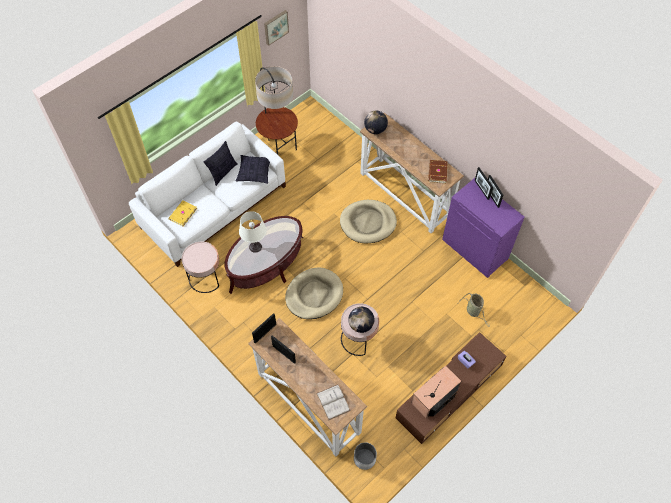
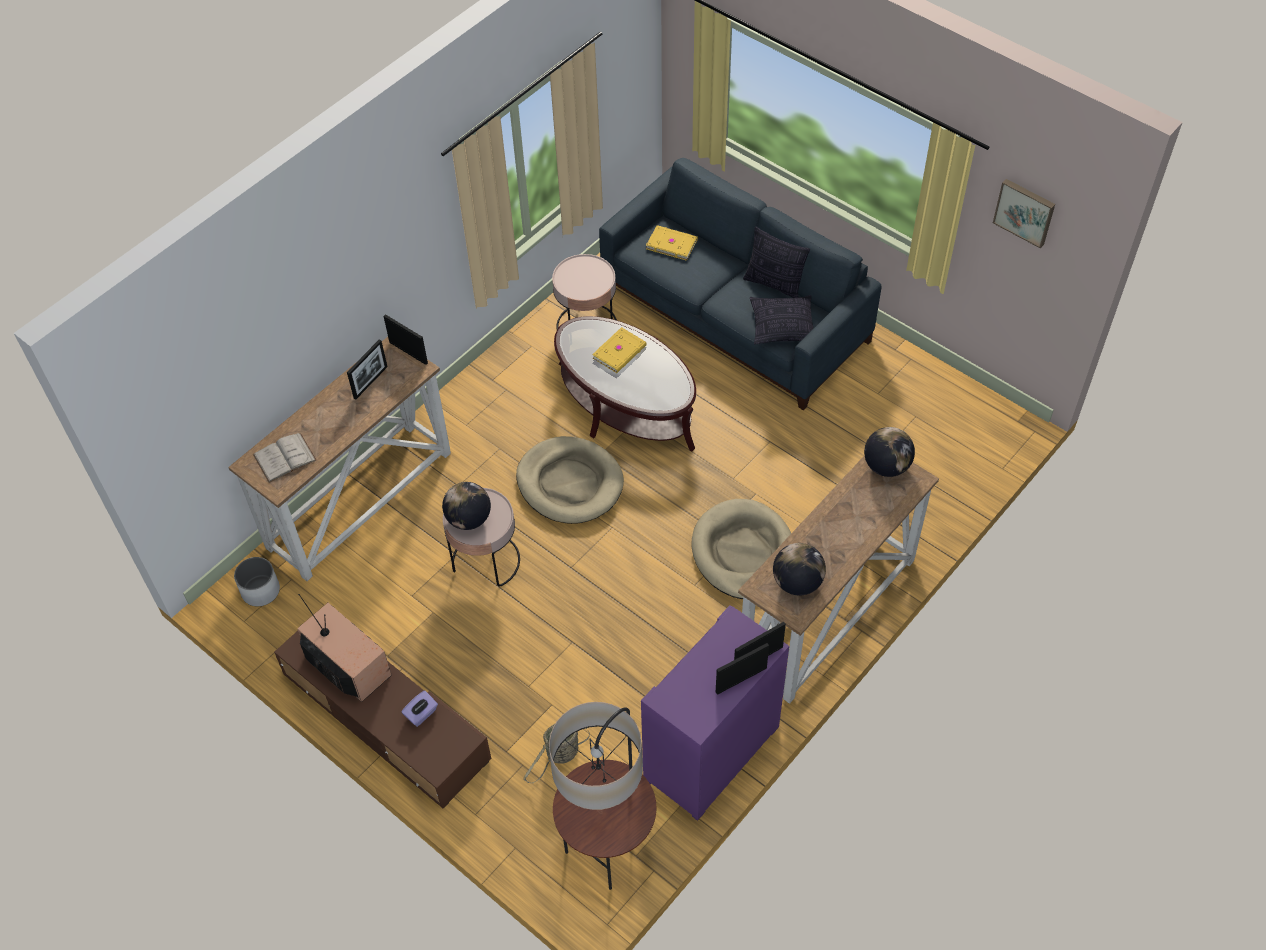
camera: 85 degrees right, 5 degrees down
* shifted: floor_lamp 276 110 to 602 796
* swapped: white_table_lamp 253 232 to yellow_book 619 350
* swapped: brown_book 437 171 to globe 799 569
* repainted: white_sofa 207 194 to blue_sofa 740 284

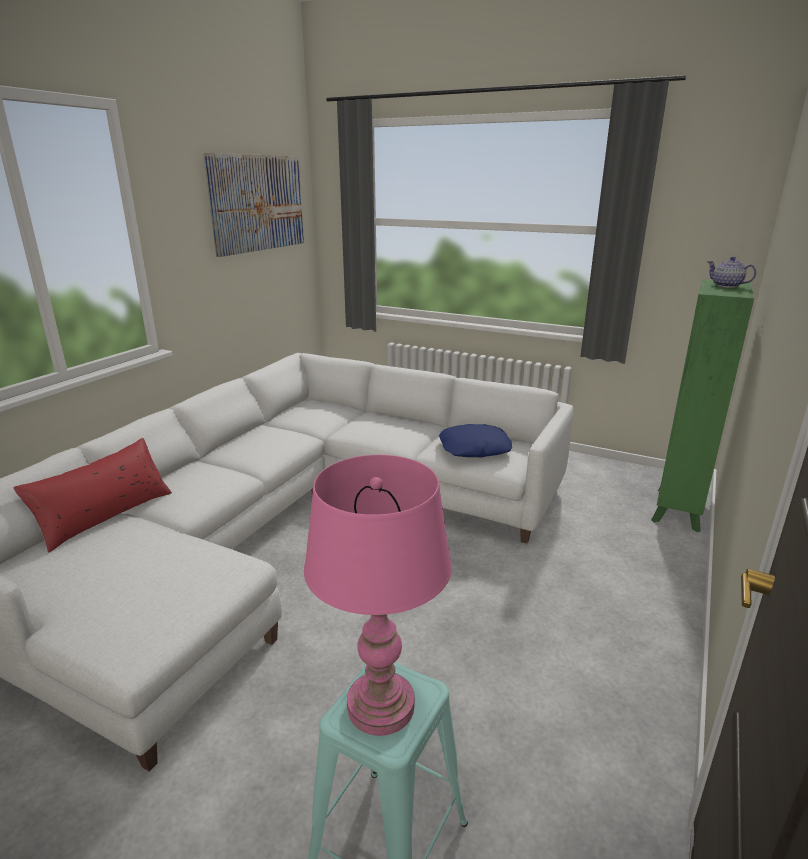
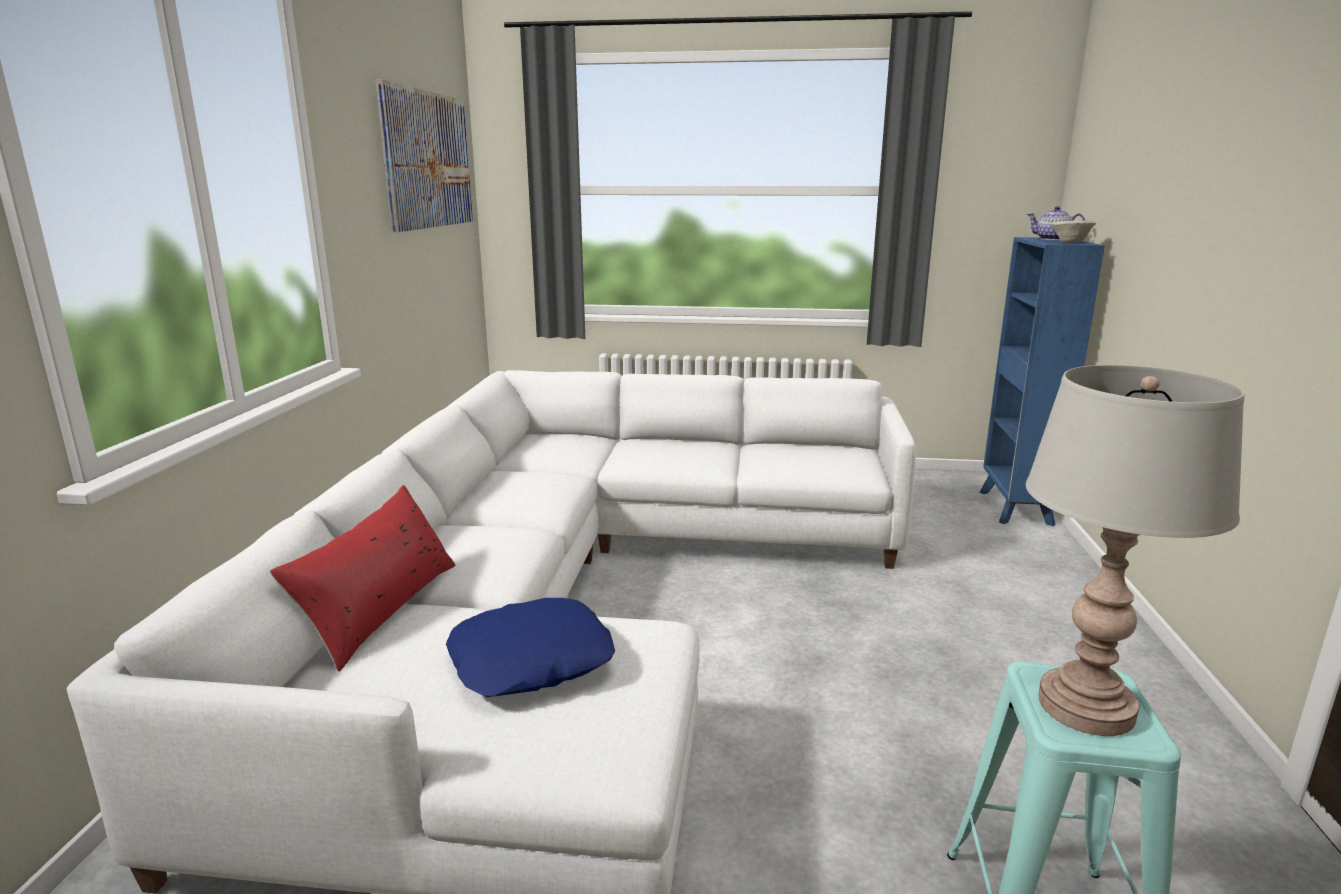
camera: 20 degrees left, 5 degrees down
* new: beige_bowl 1073 232
* shifted: blue_pillow 475 440 to 530 647
* repainted: pink_table_lamp 378 595 to grey_table_lamp 1135 550
* repainted: green_bookcase 702 405 to blue_bookcase 1042 381

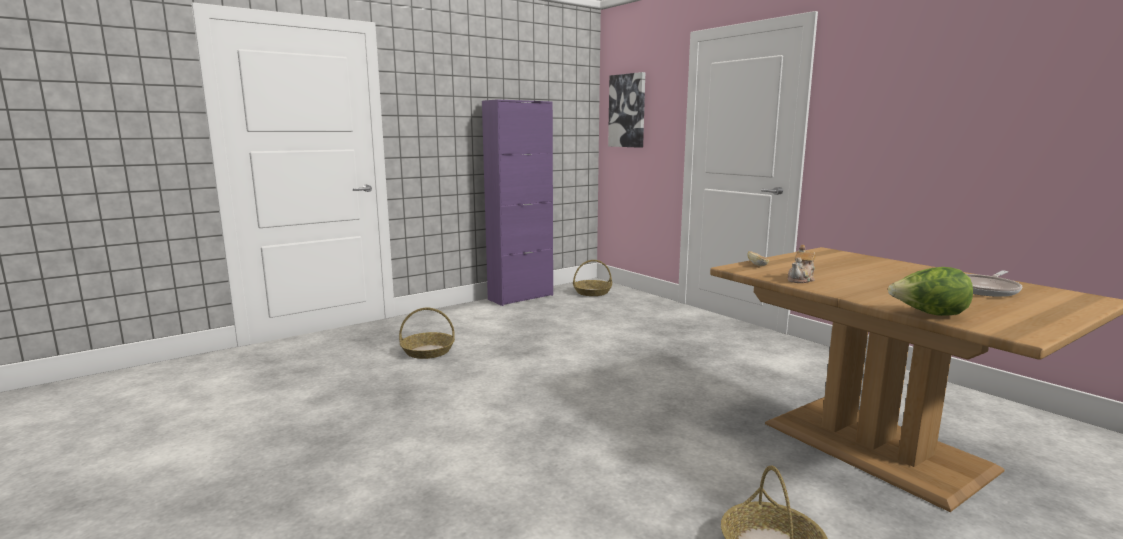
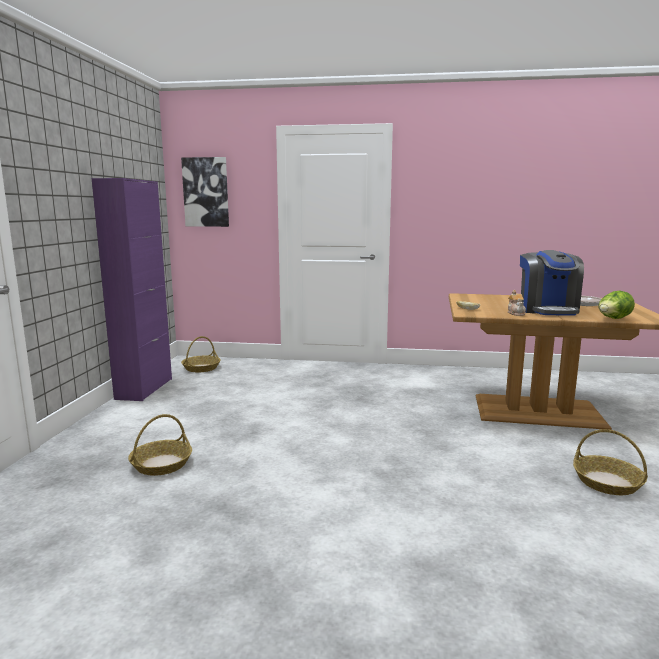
camera: 45 degrees left, 0 degrees up
* new: coffee_machine 552 282

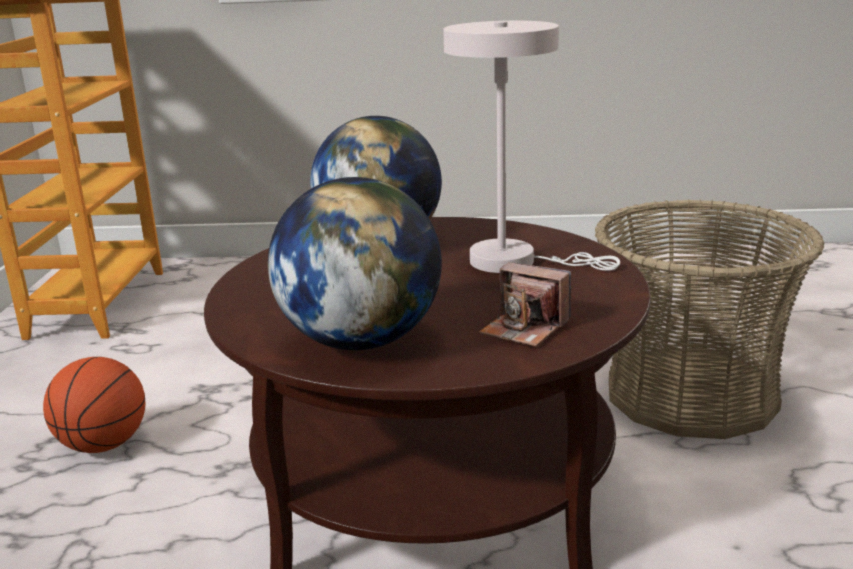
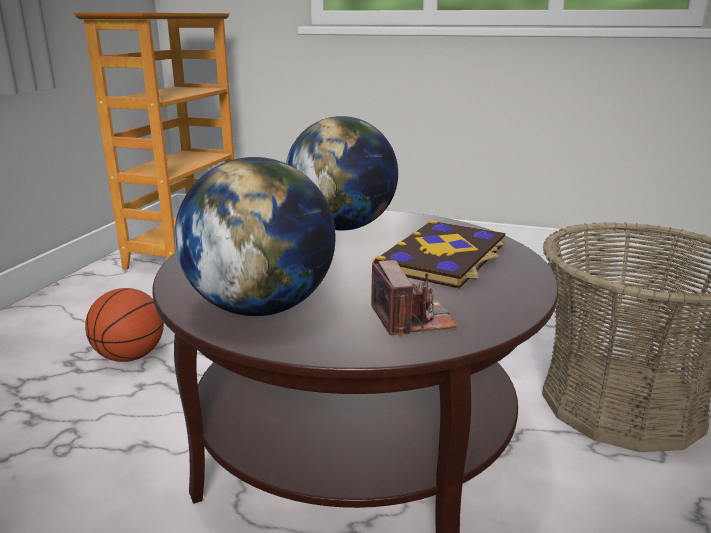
camera: 15 degrees right, 0 degrees up
* swapped: white_table_lamp 531 147 to book 439 254
* rotated: photo_camera 525 304 = 414 298 150 degrees counterclockwise

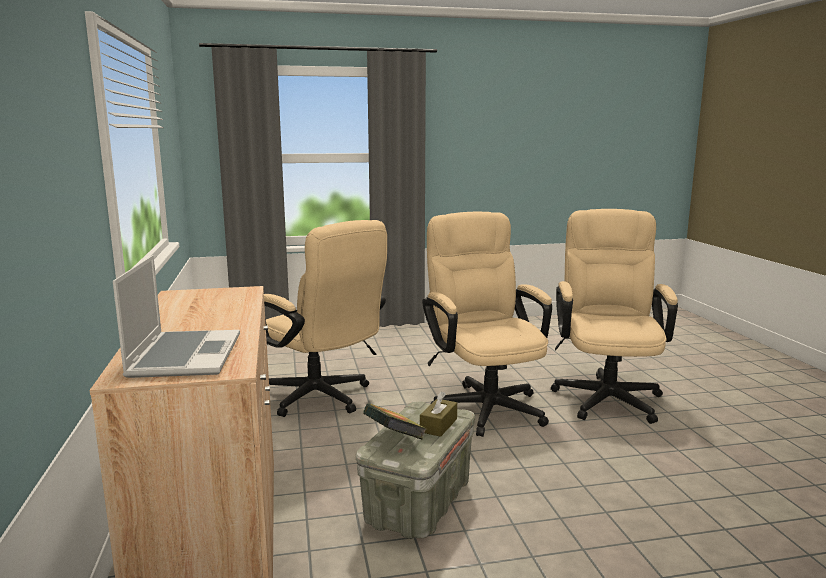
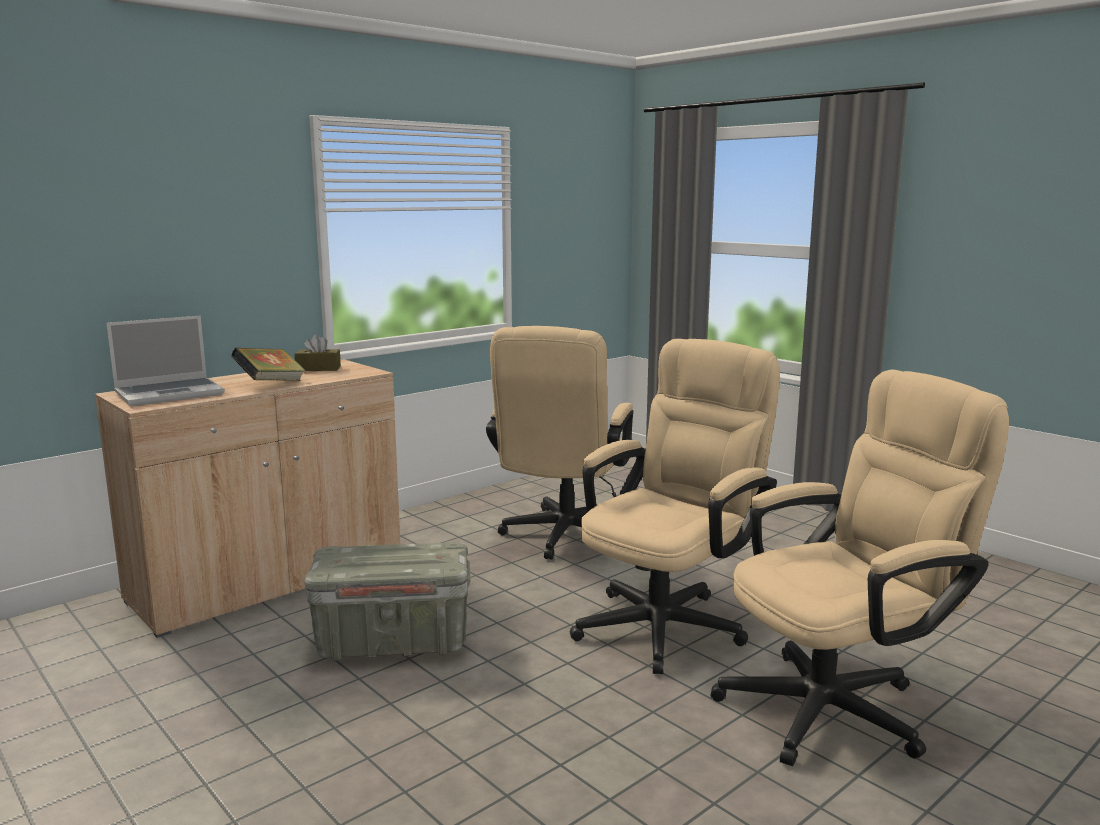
camera: 60 degrees right, 0 degrees up
* shifted: book 394 421 to 268 364
* shifted: brown_tissue_box 438 414 to 318 352

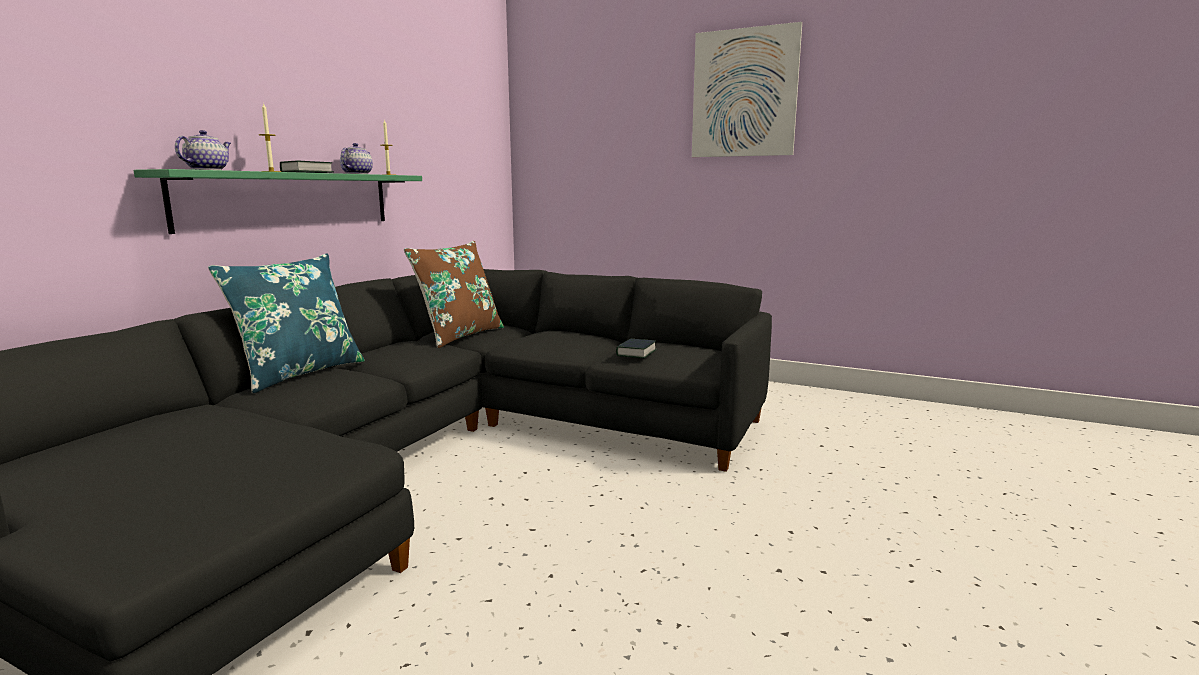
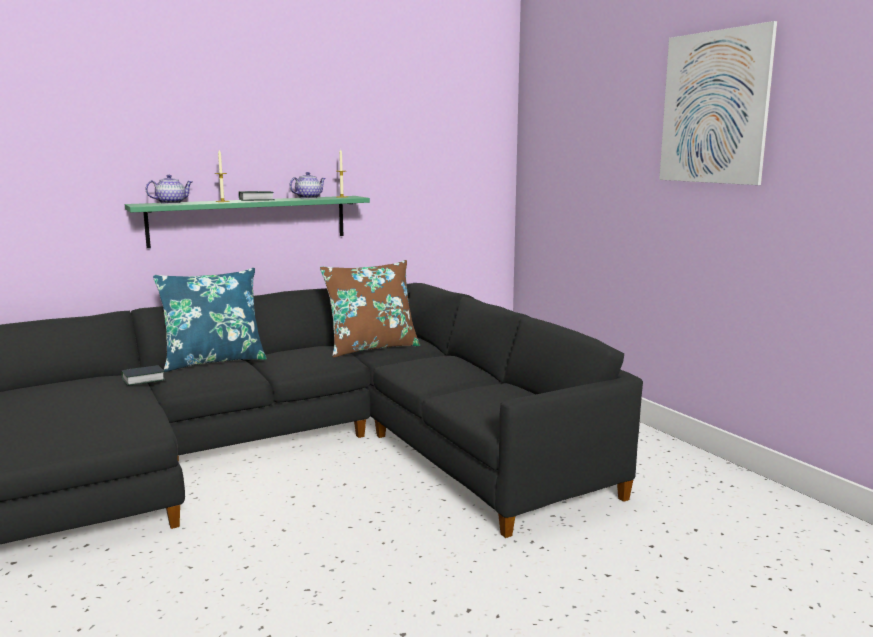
camera: 35 degrees right, 0 degrees up
* shifted: book 636 348 to 143 375

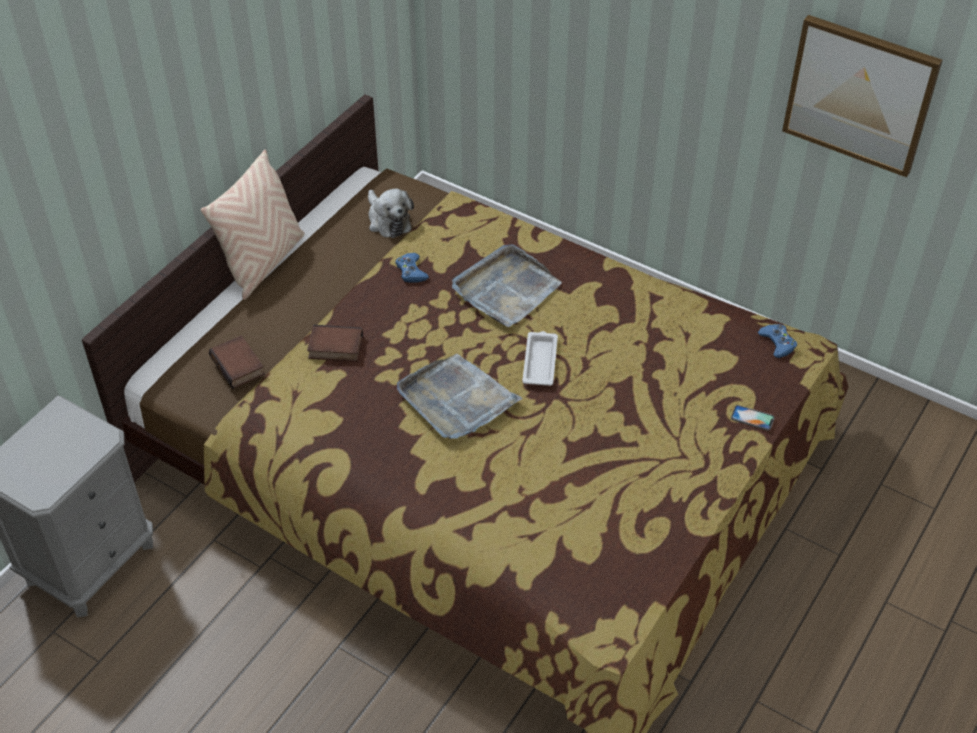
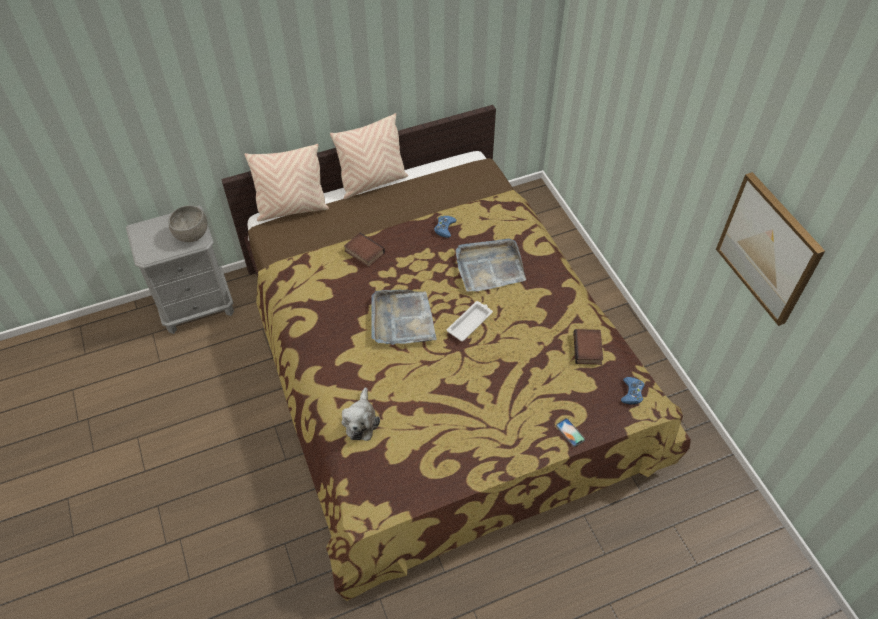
camera: 35 degrees right, 5 degrees up
* new: grey_bowl 188 223
* new: beige_pillow 286 182
* shifted: book 237 362 to 588 347
* shifted: plush_toy 391 213 to 361 414

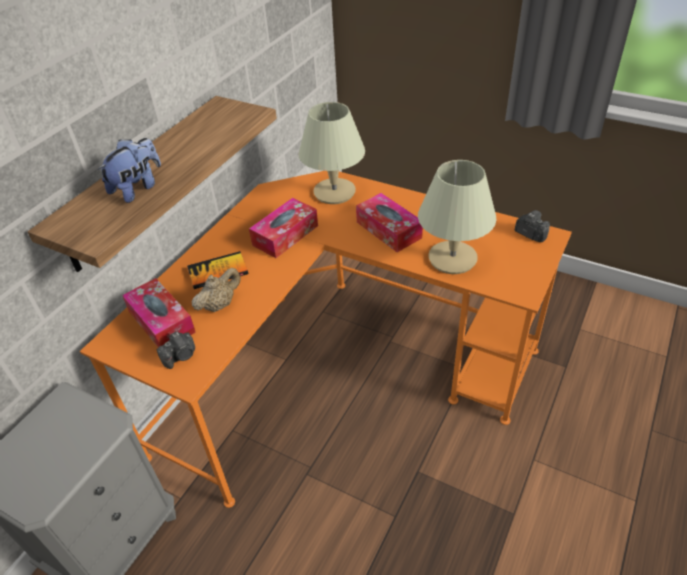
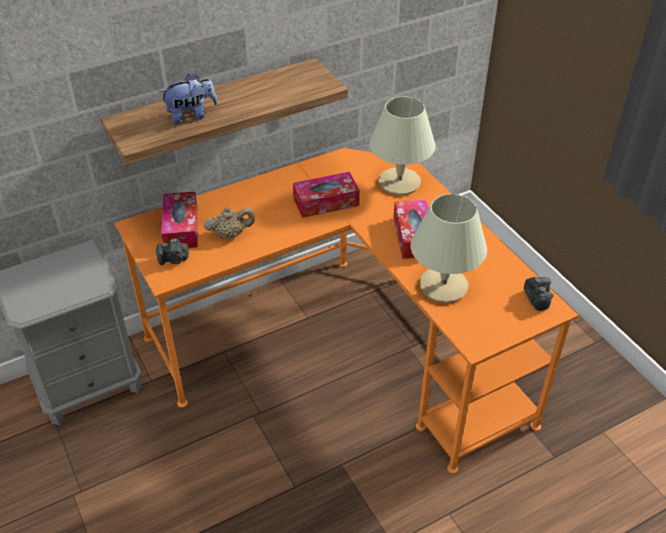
camera: 30 degrees right, 0 degrees up
* gone: book 217 270

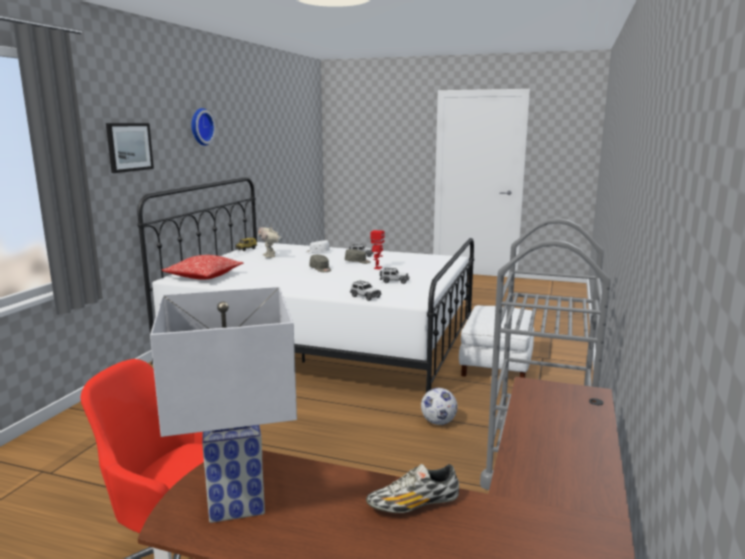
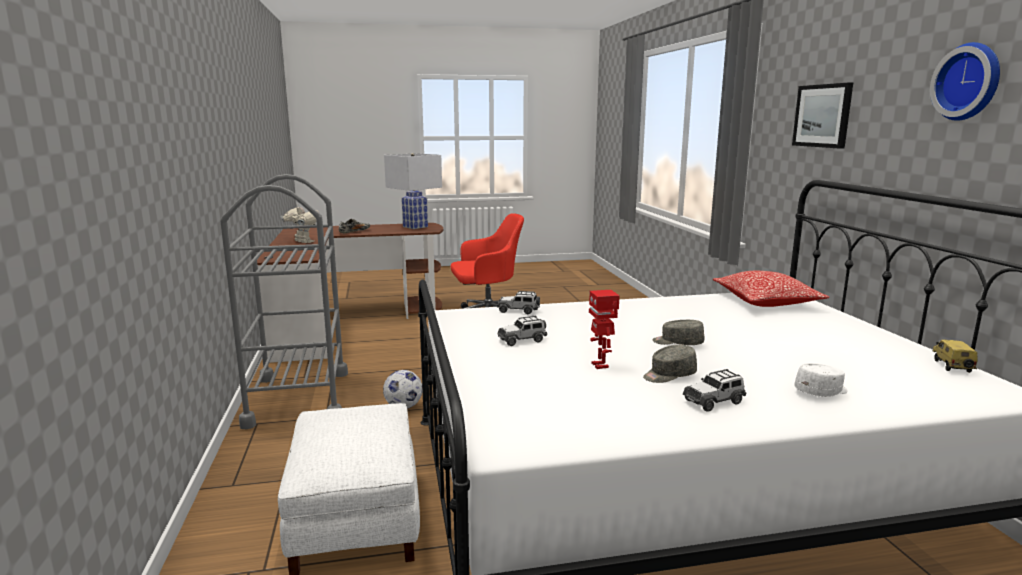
camera: 150 degrees right, 0 degrees up
* shifted: toy_robot 270 241 to 299 223

